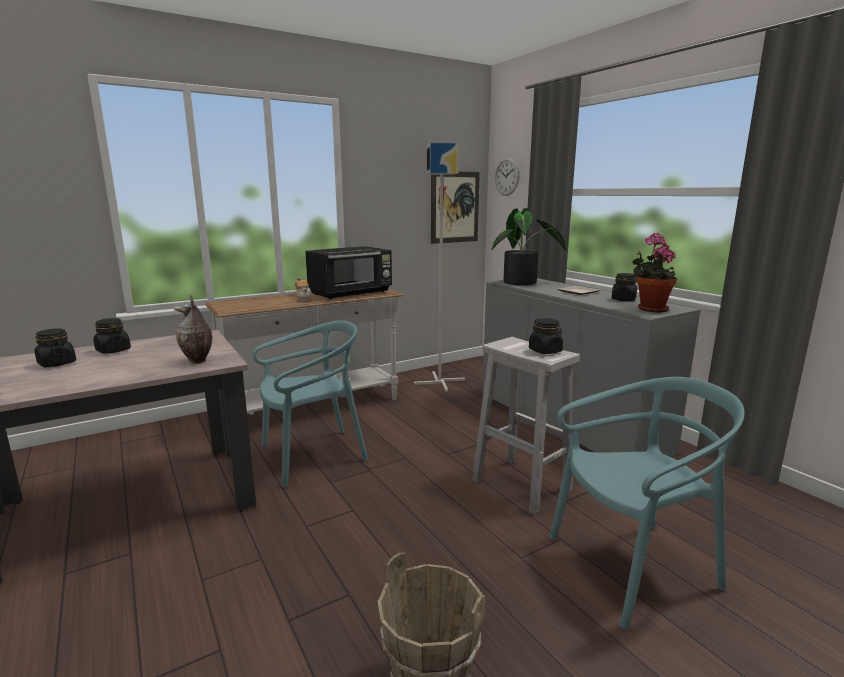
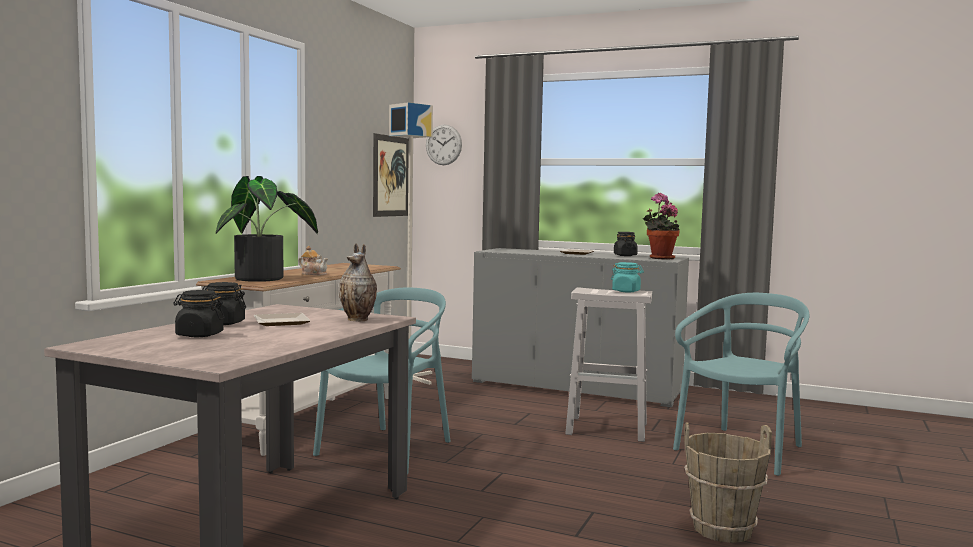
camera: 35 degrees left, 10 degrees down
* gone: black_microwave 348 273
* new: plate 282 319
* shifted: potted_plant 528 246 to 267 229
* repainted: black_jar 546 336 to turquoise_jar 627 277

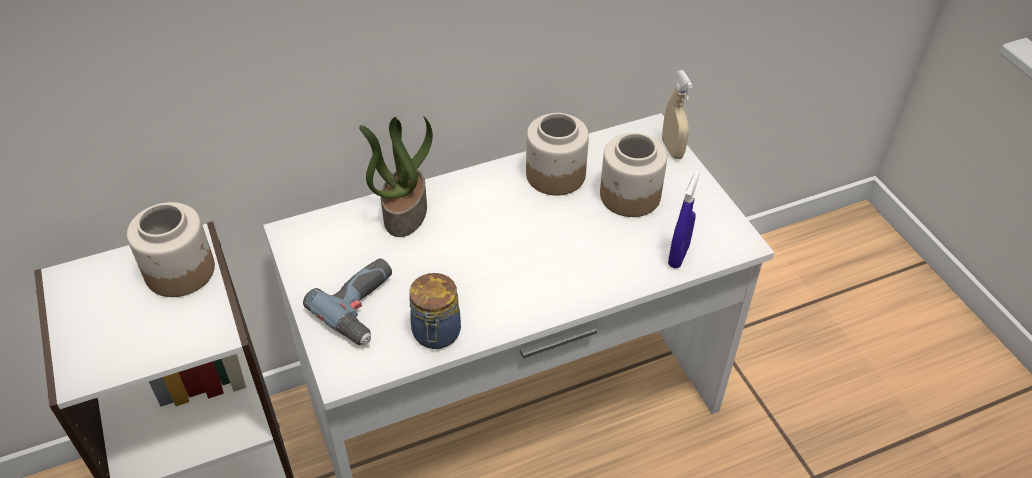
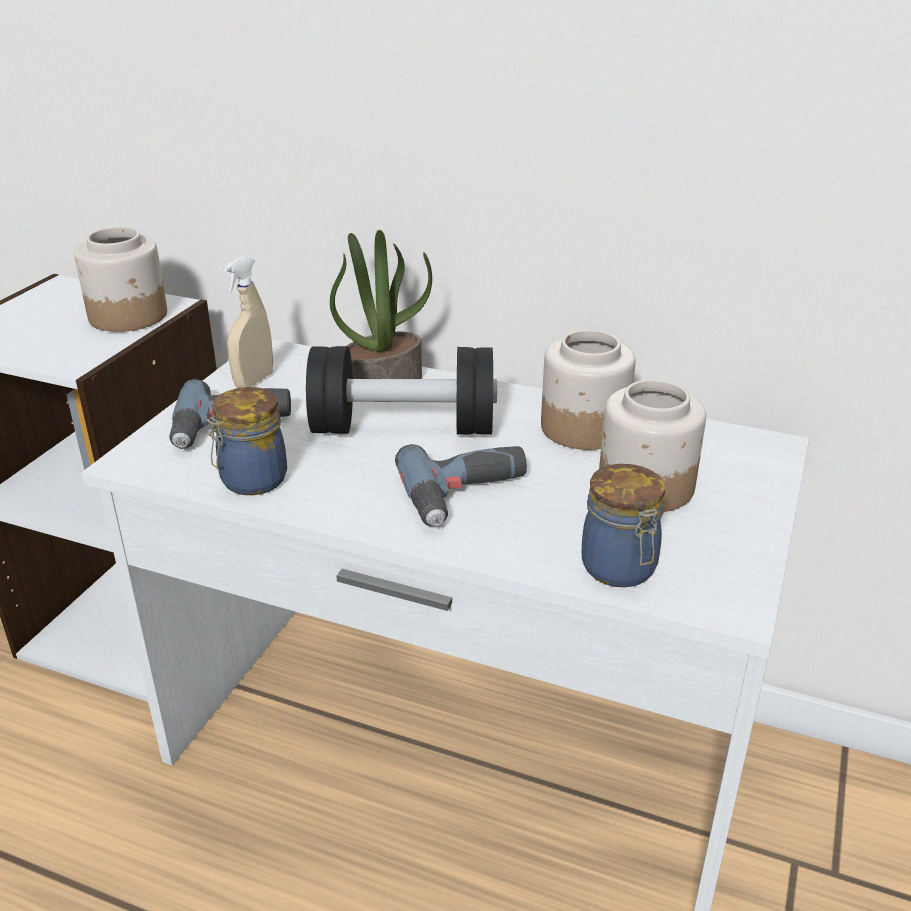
camera: 45 degrees right, 15 degrees down
* new: black_dumbbell 401 390
* new: power_drill 461 485
* shifted: beige_spray_bottle 677 114 to 248 322
* swapped: blue_spray_bottle 684 219 to jar 623 525

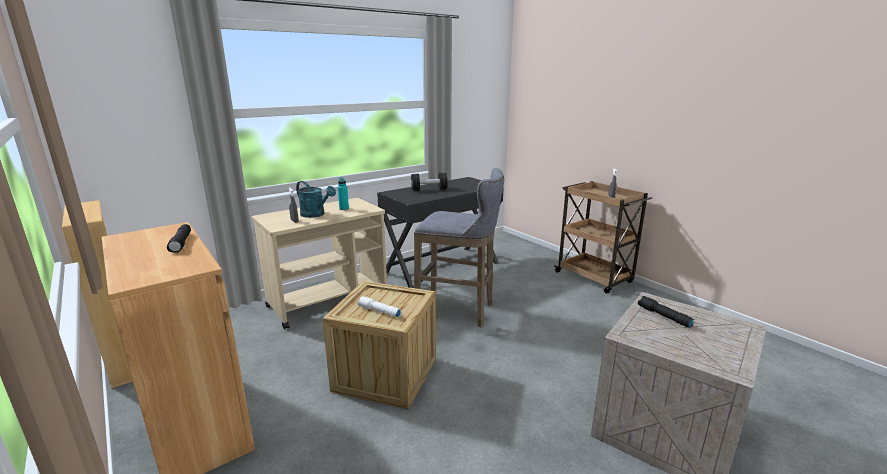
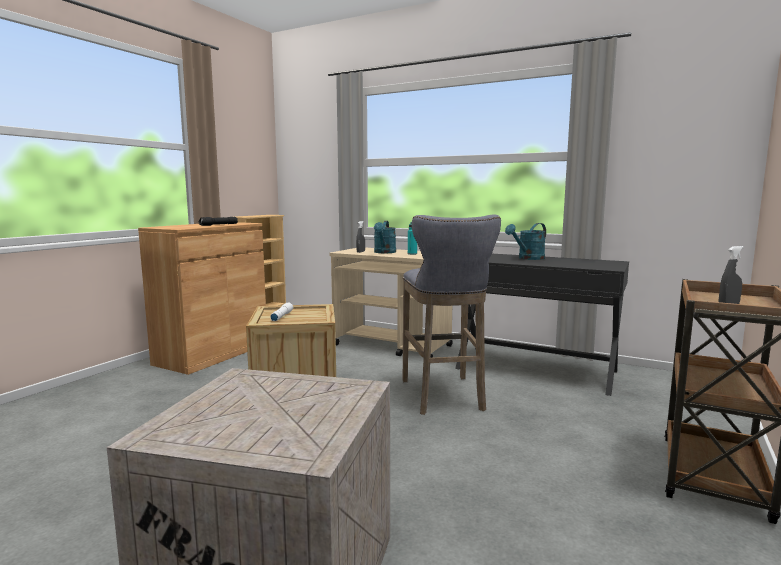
camera: 65 degrees right, 10 degrees down
* gone: black_flashlight 666 312
* swapped: black_dumbbell 429 182 to turquoise_watering_can 525 241

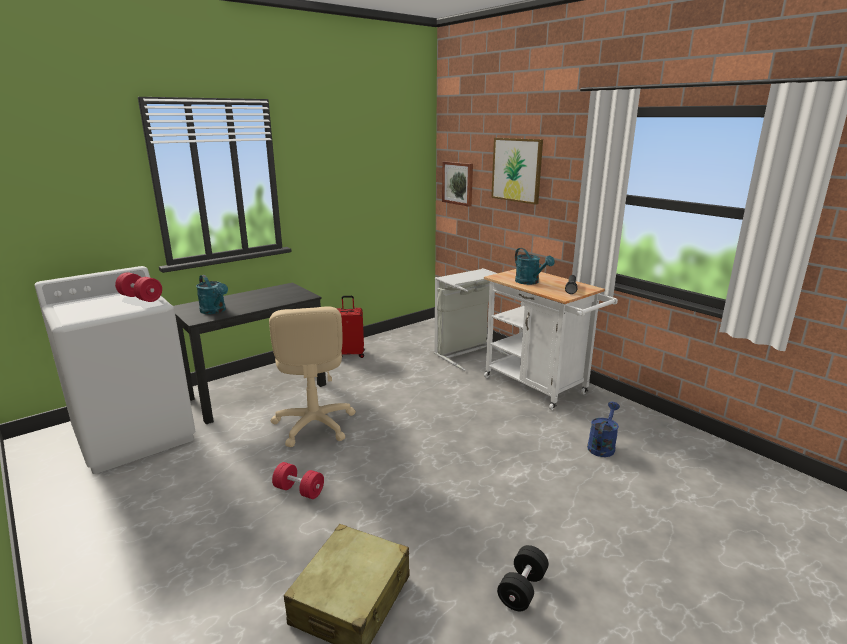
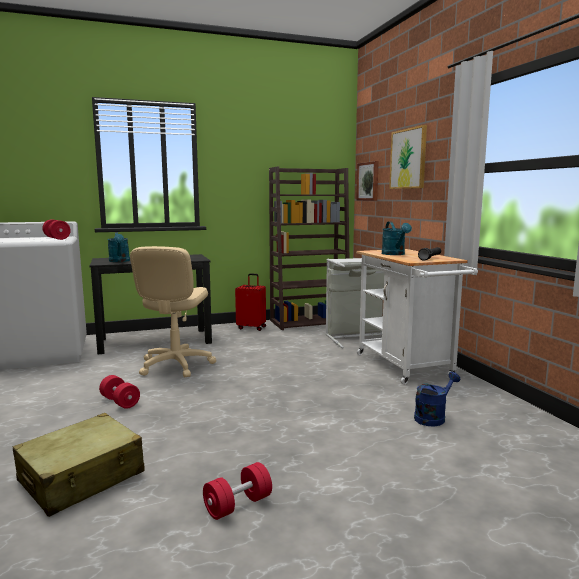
camera: 20 degrees right, 10 degrees down
* new: brown_bookcase 309 248
* repainted: black_dumbbell 523 578 to red_dumbbell 237 491

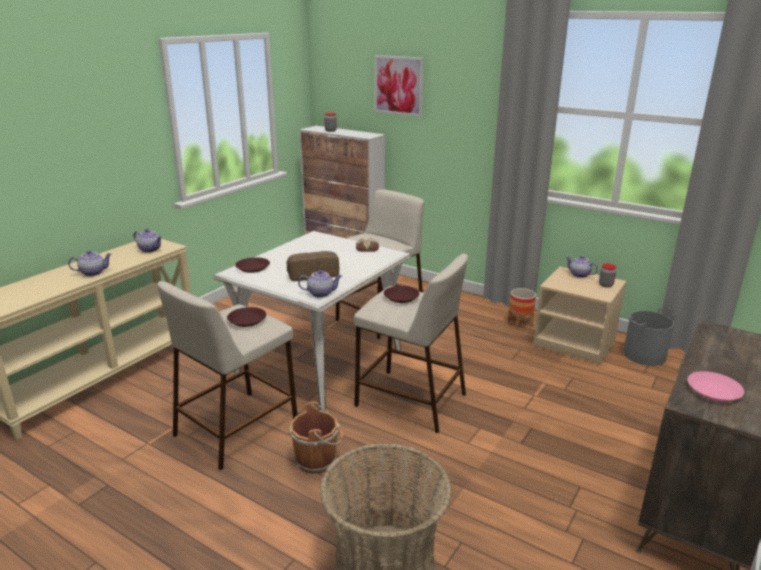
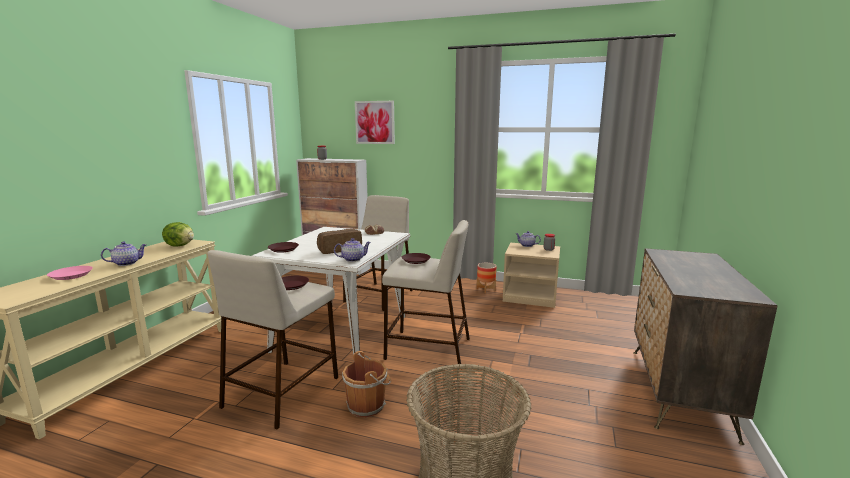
camera: 15 degrees left, 10 degrees down
* gone: grey_bucket 650 336
* shifted: pink_plate 715 386 to 70 273
* swapped: teapot 148 241 to lettuce 178 234

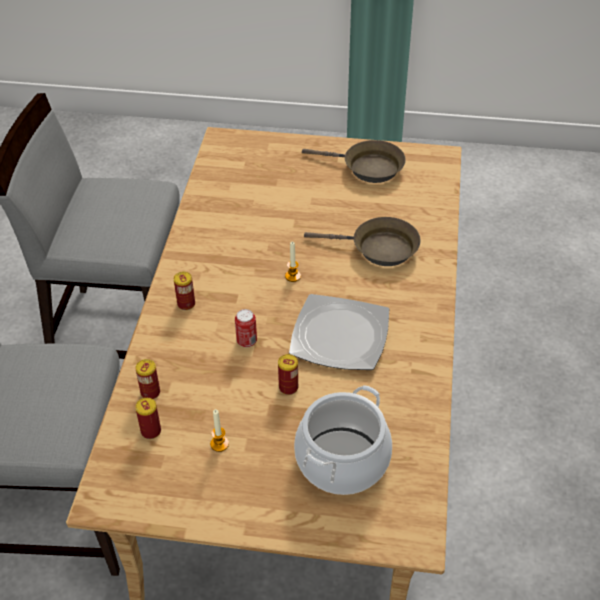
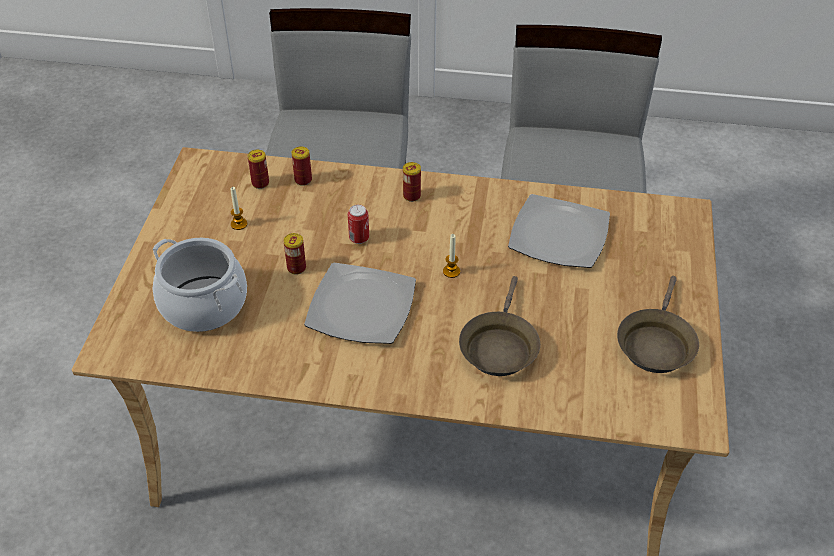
camera: 90 degrees right, 0 degrees up
* new: plate 559 231

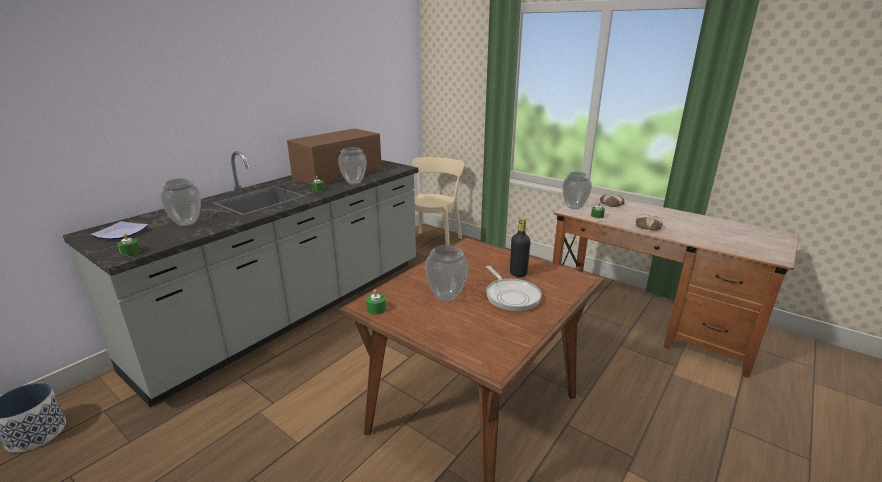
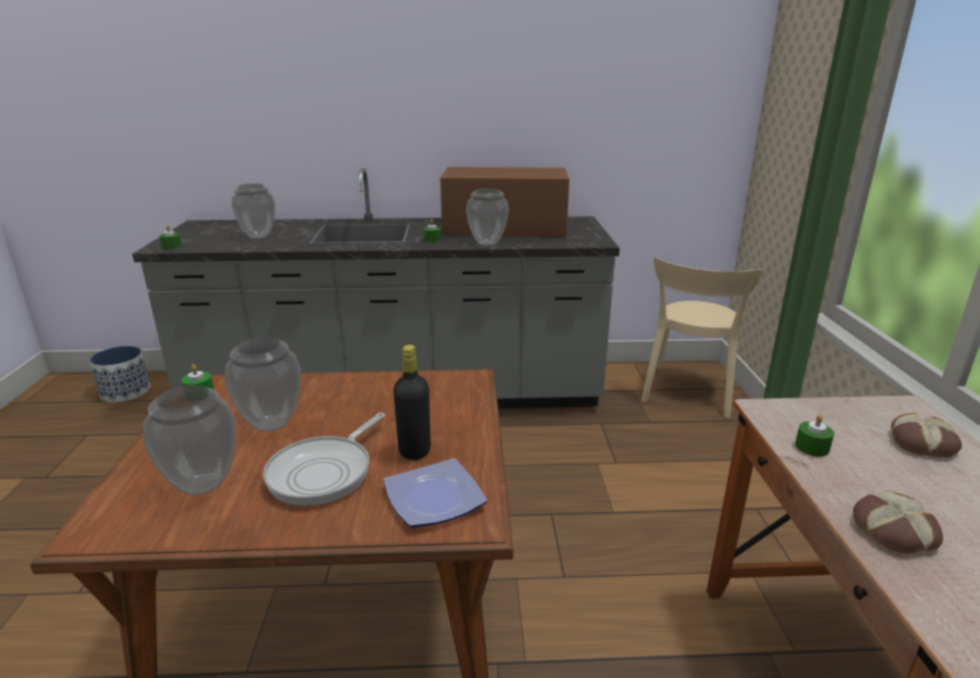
camera: 50 degrees right, 0 degrees up
* shifted: plate 119 230 to 435 492
* shifted: vase 577 191 to 189 440
* rotated: beige_chair 438 201 = 701 337 135 degrees clockwise

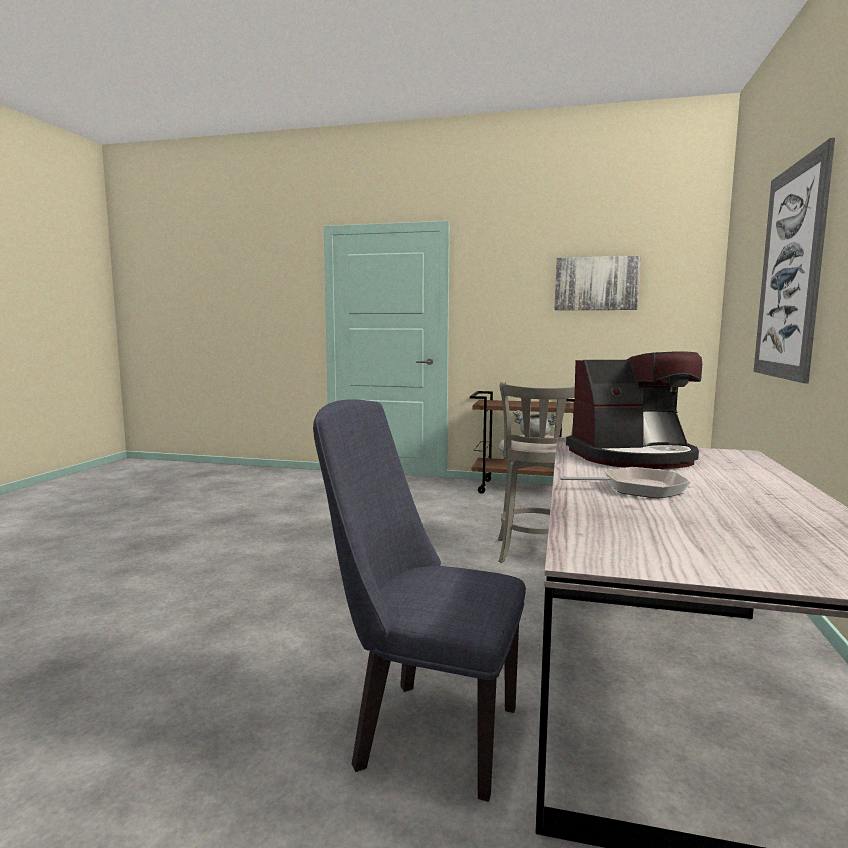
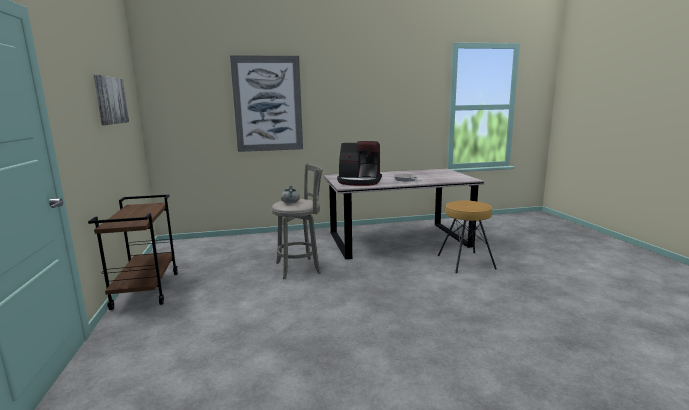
camera: 115 degrees left, 5 degrees up
* swapped: blue_chair 419 600 to brown_stool 467 236
* rotated: coffee_machine 634 410 = 359 163 135 degrees clockwise

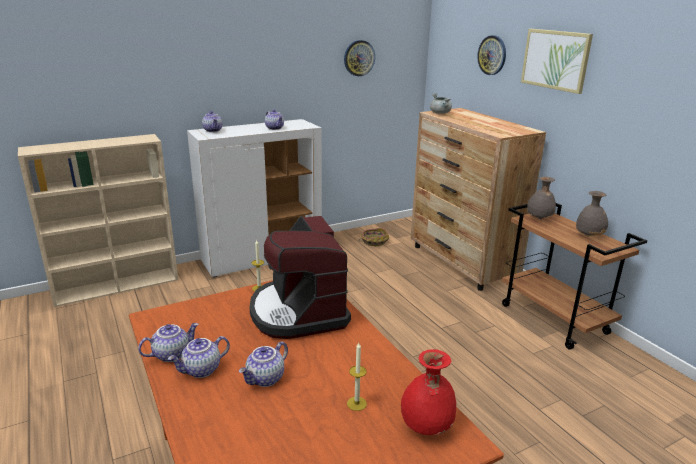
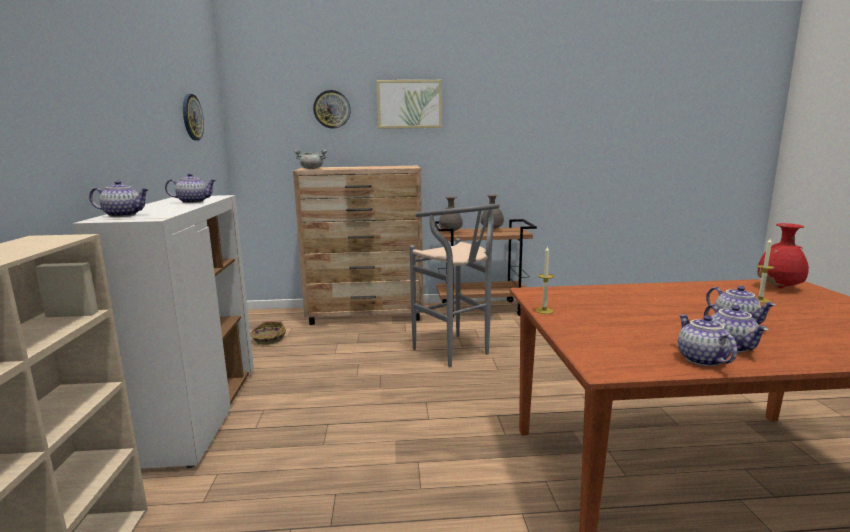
camera: 65 degrees left, 10 degrees down
* gone: coffee_machine 300 277
* new: grey_stool 455 285

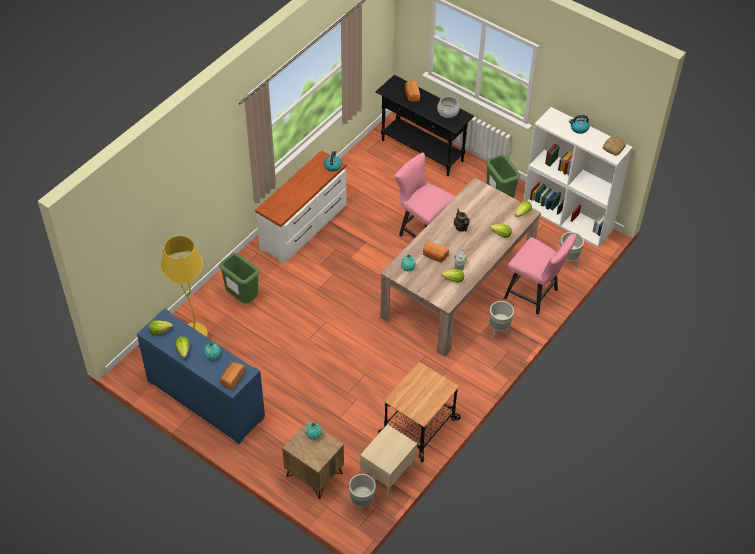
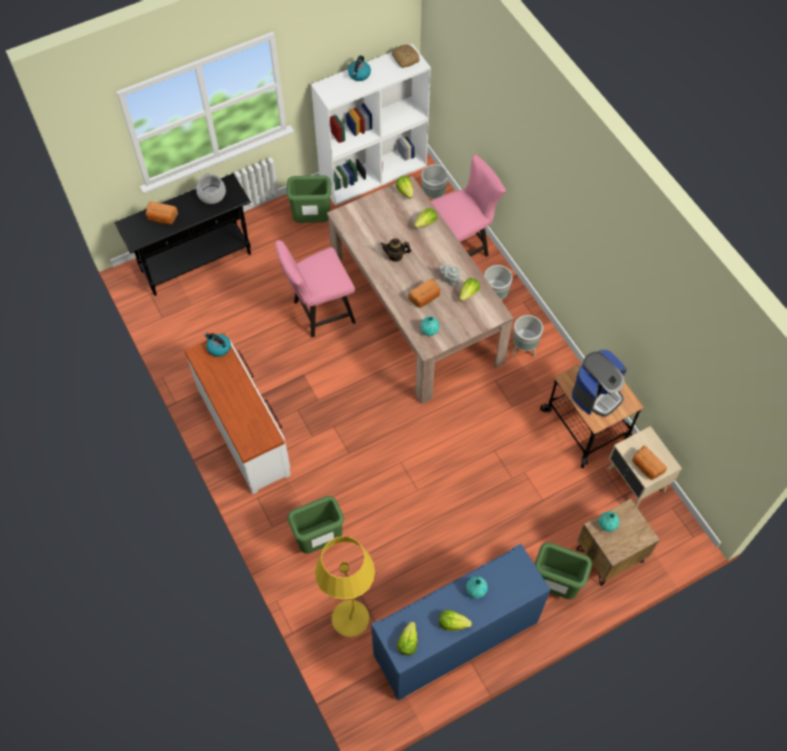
camera: 65 degrees left, 10 degrees up
* new: green_trash_can 563 570
* new: coffee_machine 599 383
* shifted: bread 232 376 to 649 463
* shifted: grey_planter 362 495 to 527 336

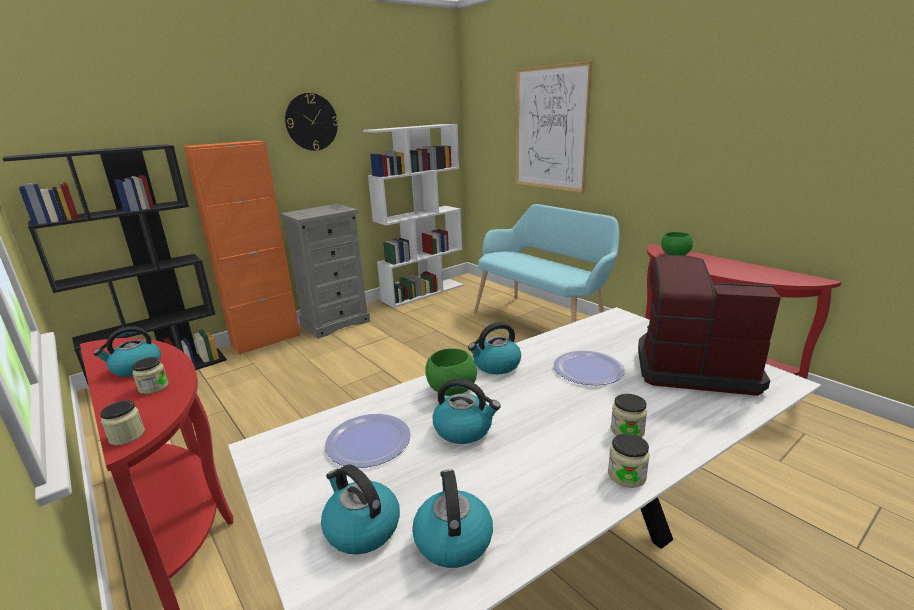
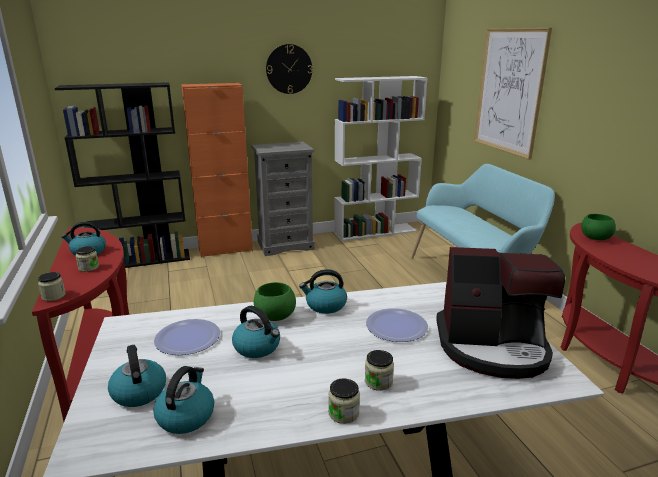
camera: 20 degrees right, 0 degrees up
* rotated: coffee_machine 709 325 = 500 313 150 degrees clockwise

